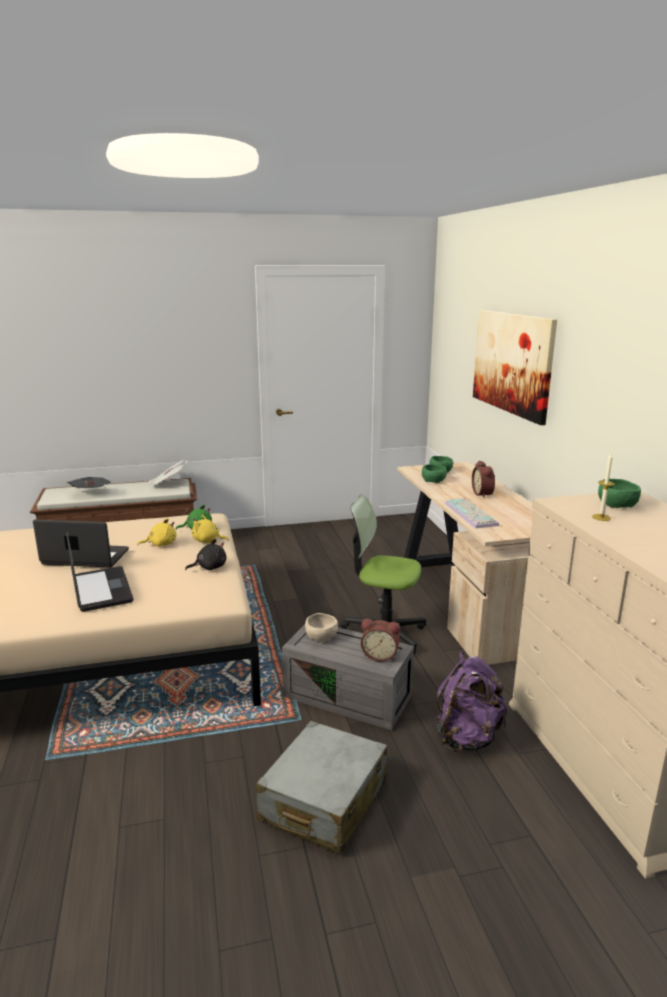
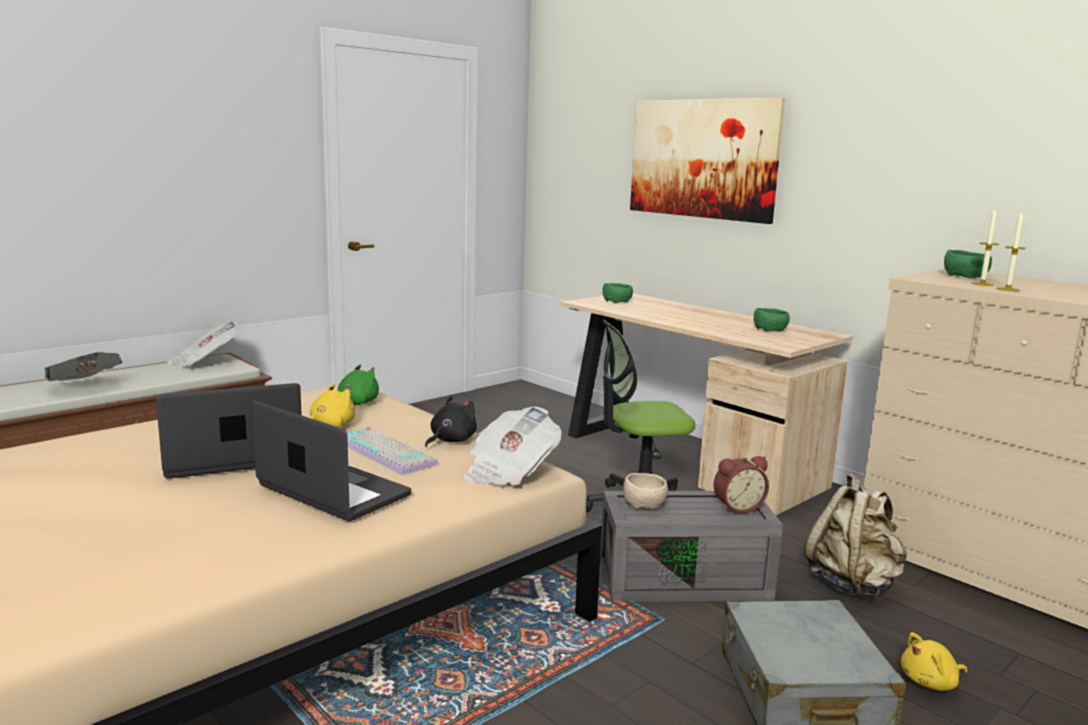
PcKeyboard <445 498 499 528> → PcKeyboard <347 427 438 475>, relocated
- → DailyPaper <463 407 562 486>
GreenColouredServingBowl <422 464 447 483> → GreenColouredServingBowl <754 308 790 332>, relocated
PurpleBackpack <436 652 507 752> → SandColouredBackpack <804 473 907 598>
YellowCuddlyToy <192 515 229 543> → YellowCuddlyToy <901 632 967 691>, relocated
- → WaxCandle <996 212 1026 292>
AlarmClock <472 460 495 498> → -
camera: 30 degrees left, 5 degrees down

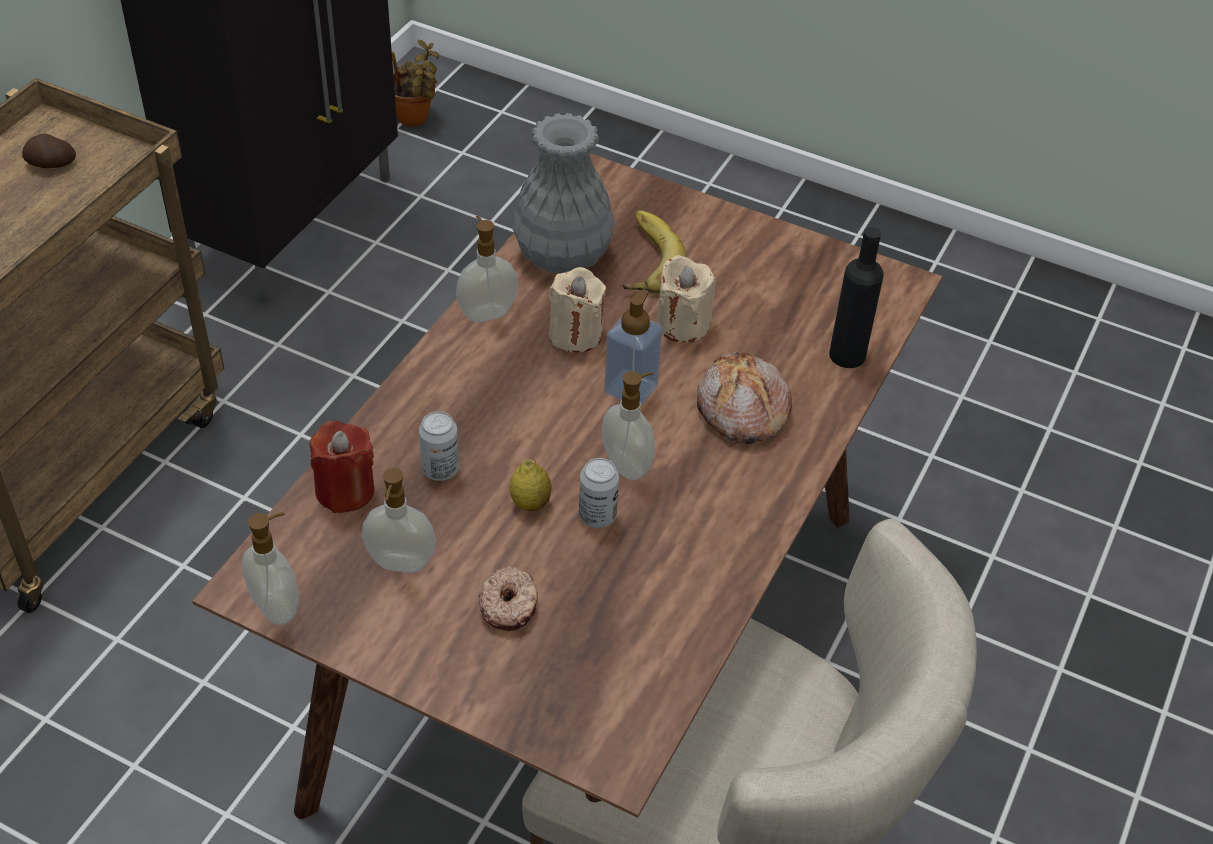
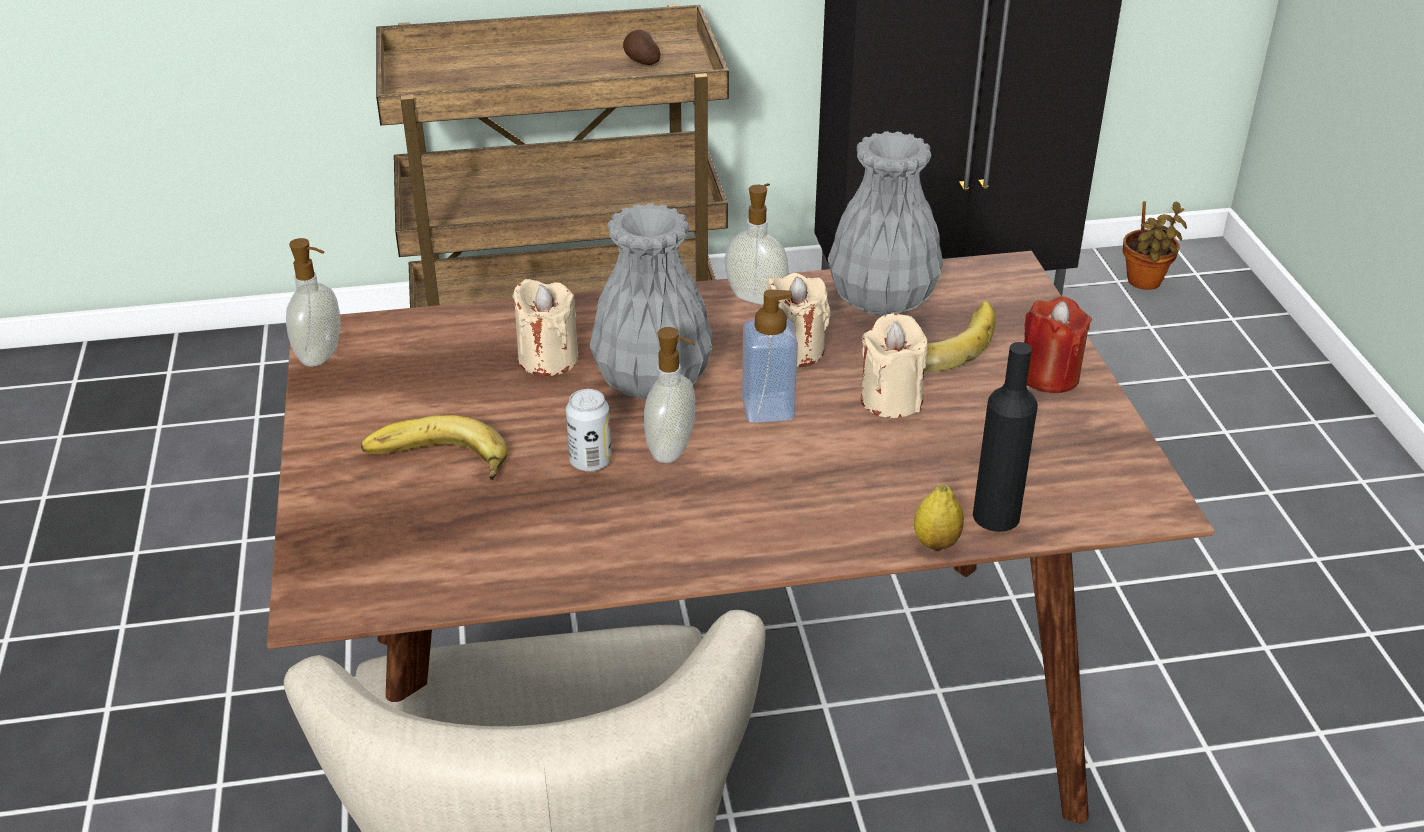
Doughnut <478 566 538 631> → WholeBanana <361 415 507 481>
SealedCan <419 411 459 481> → SandColouredWaxCandle <512 279 578 376>
- → GreyishFlowerVase <590 203 713 399>
CitrusFruit <510 459 551 511> → CitrusFruit <914 485 964 551>, relocated
RedColouredWaxCandle <310 421 375 513> → RedColouredWaxCandle <1024 296 1092 393>, relocated
SoapDispenser <362 468 436 573> → -
BakeryBread <697 352 792 444> → -
camera: 55 degrees right, 10 degrees down

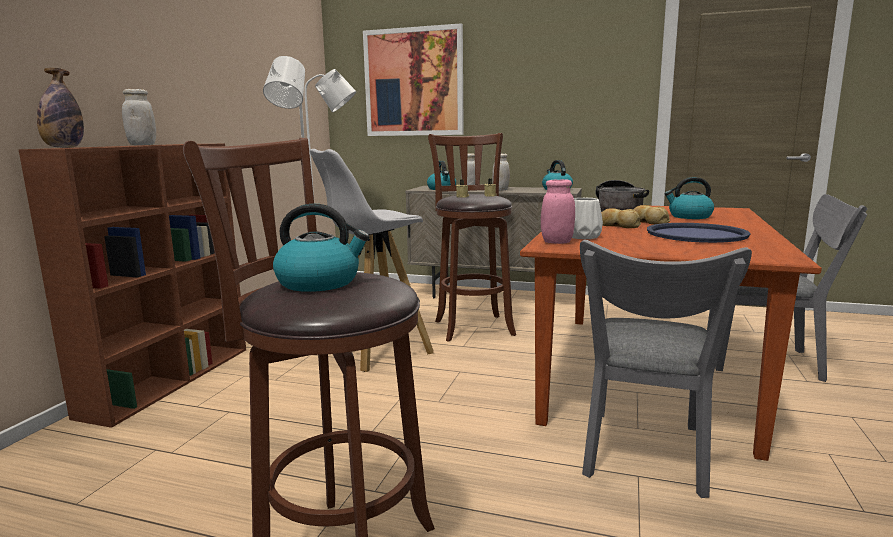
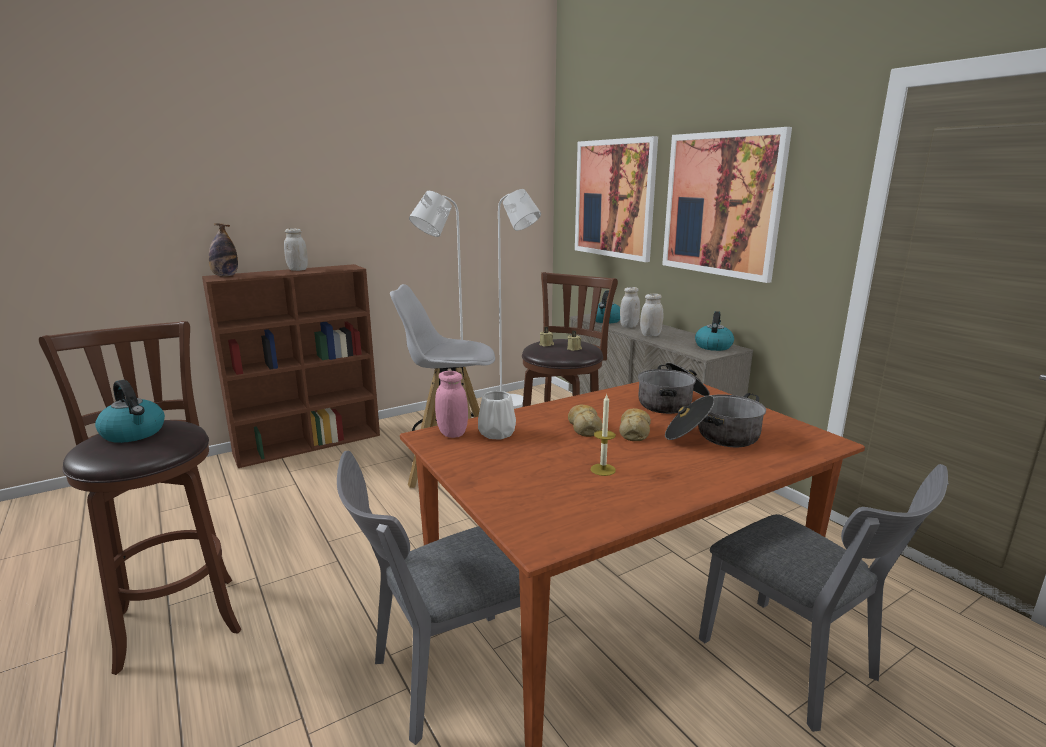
BlueColouredServingTray <647 223 751 243> → WaxCandle <591 395 616 476>
- → WallArt <662 127 792 283>
WaterKettle <664 177 714 219> → Saucepot <665 393 766 447>
camera: 40 degrees right, 5 degrees up

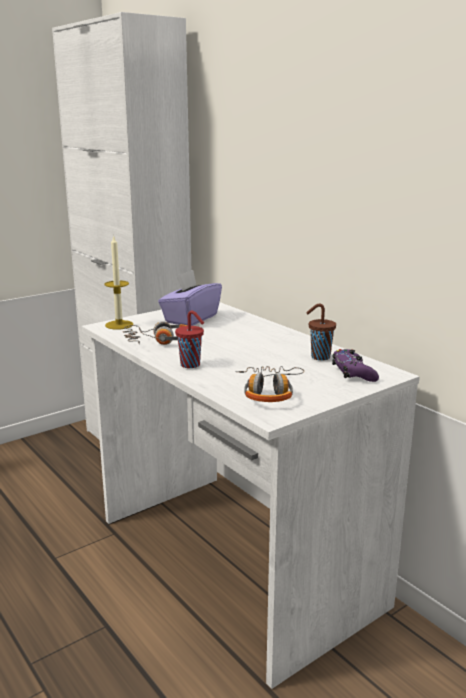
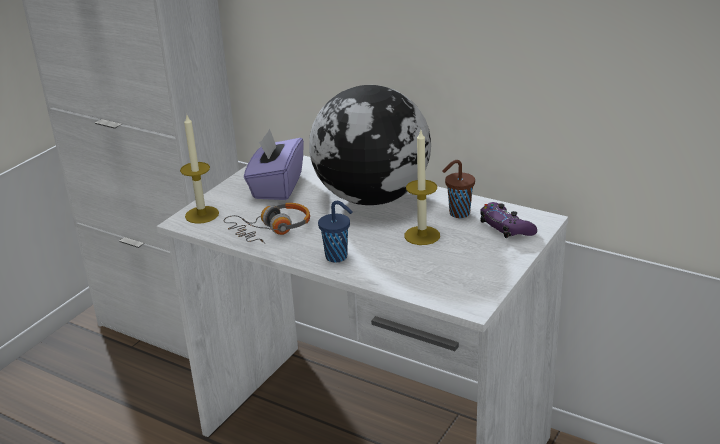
- → DeskGlobe <309 85 431 205>
RedColouredDrinkingCup <175 311 204 368> → BlueColouredDrinkingCup <318 201 353 263>
- → WaxCandle <405 131 440 245>
Headphones <235 366 304 402> → -
camera: 20 degrees left, 10 degrees up

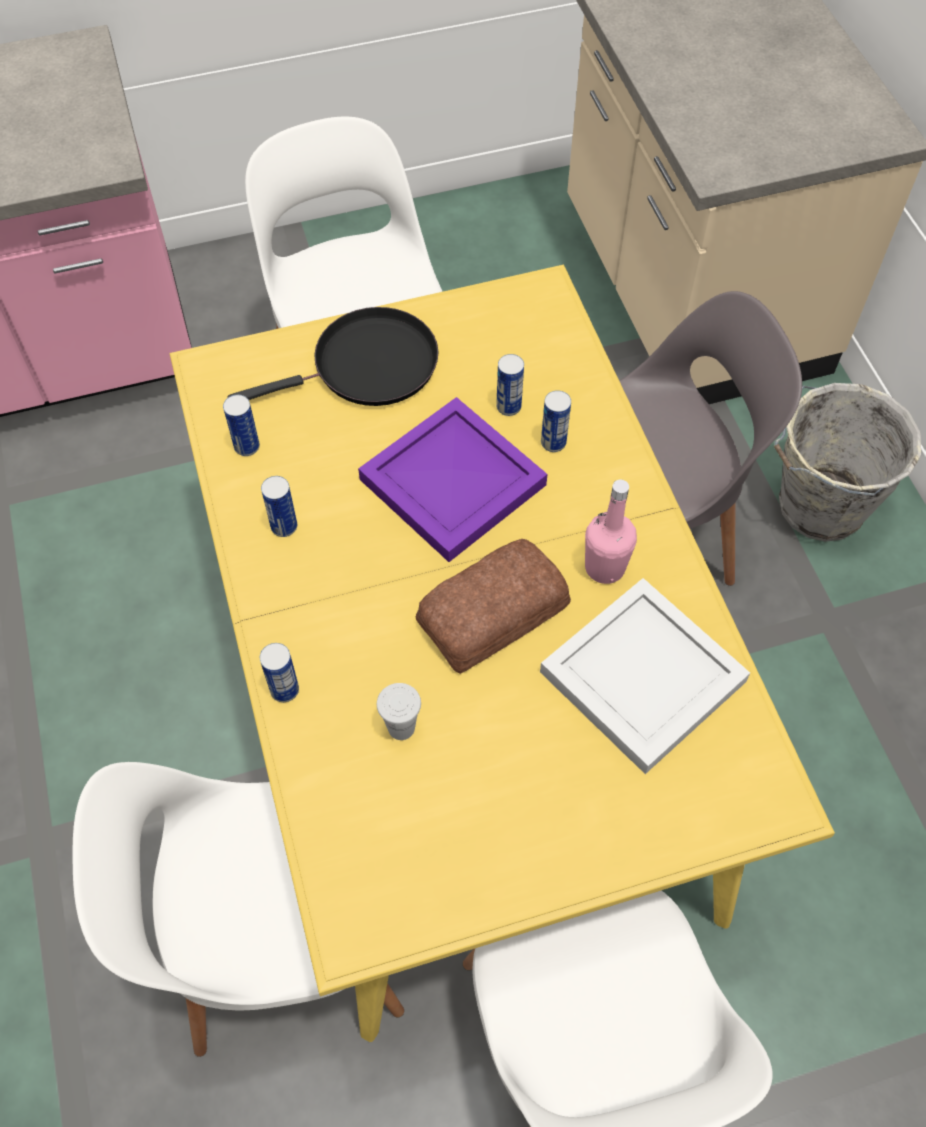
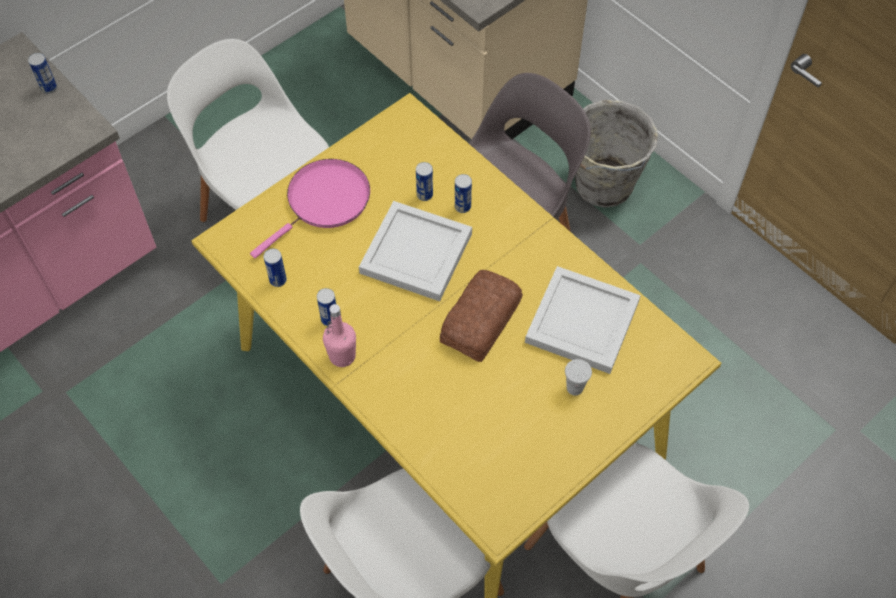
SealedCan <260 643 299 702> → SealedCan <28 53 57 94>, relocated
BlackFryingPan <228 307 438 406> → PinkColouredFryingPan <250 159 370 258>
PinkColouredDrinkBottle <585 480 637 584> → PinkColouredDrinkBottle <323 304 356 367>, relocated
PurpleServingTray <358 397 547 562> → WhiteServingTray <359 201 472 301>
WhiteDrinkingCup <377 683 421 740> → WhiteDrinkingCup <565 359 592 396>, relocated
camera: 25 degrees left, 0 degrees up

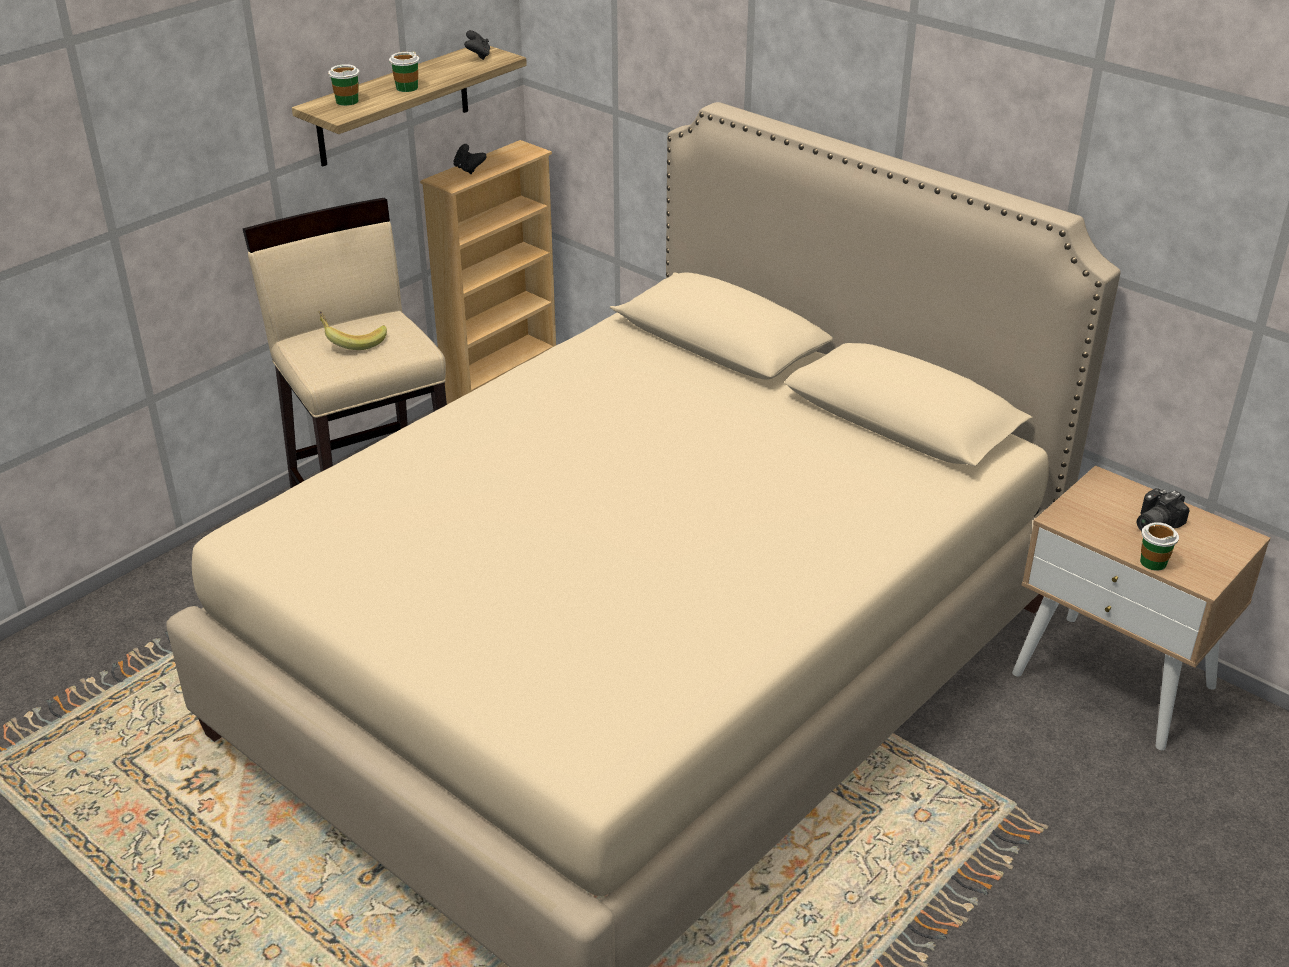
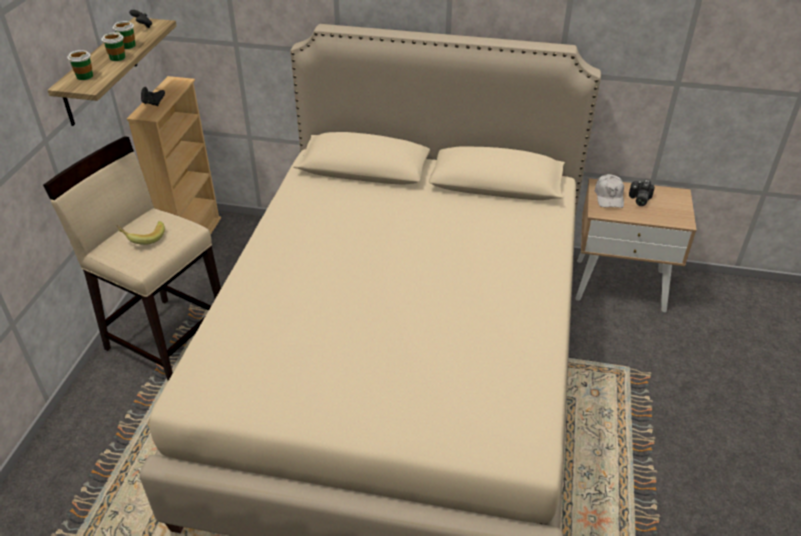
DrinkingCup <1140 522 1179 571> → DrinkingCup <113 21 136 49>, relocated
- → WhitePeakedCap <595 174 624 208>
camera: 30 degrees left, 5 degrees up

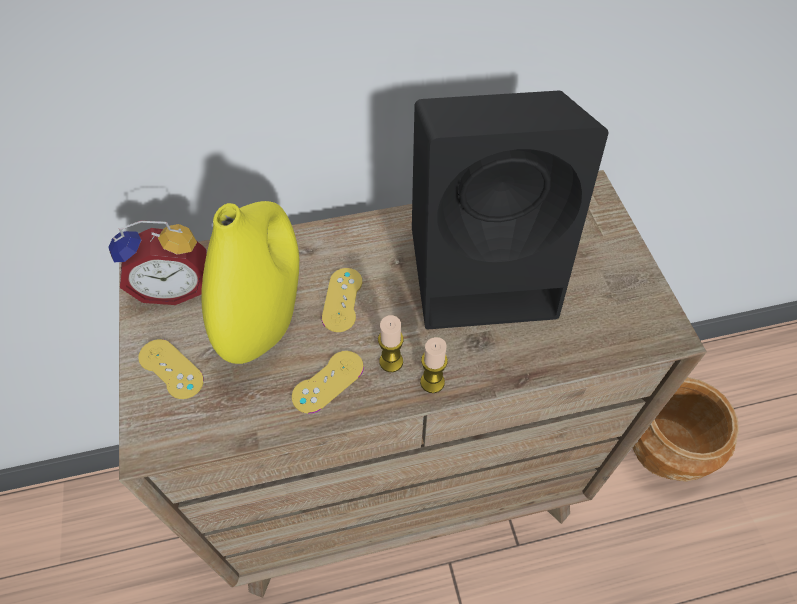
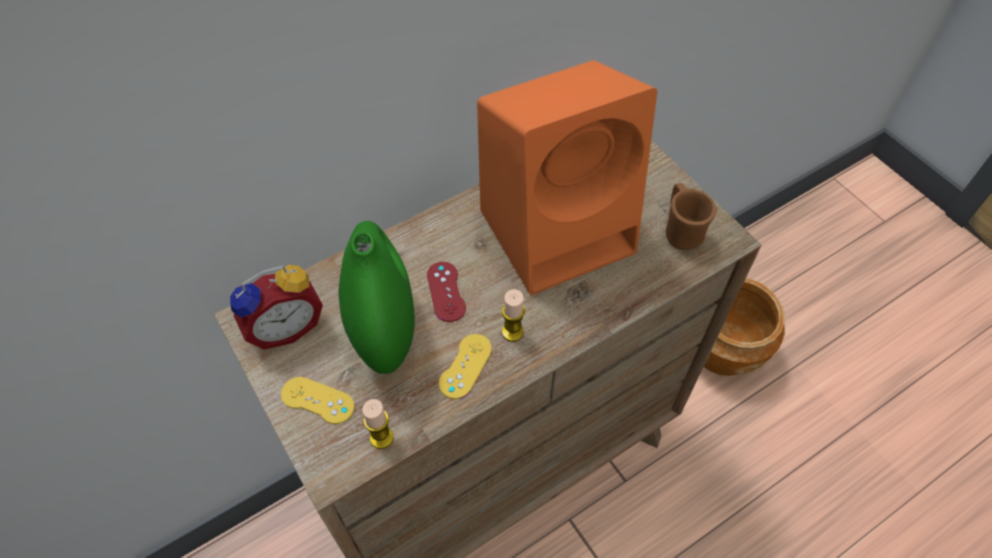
YellowFlowerVase <201 201 299 364> → GreenColouredFlowerVase <339 221 415 374>
WaxCandle <420 337 448 393> → WaxCandle <362 399 394 449>, relocated
YellowGamepad <322 268 362 332> → RedColouredGamepad <427 262 466 322>
BlackLoudspeaker <412 91 608 329> → OrangeyLoudspeaker <477 60 657 295>
- → BrownColouredTeaMug <666 183 717 250>
camera: 20 degrees left, 0 degrees up

